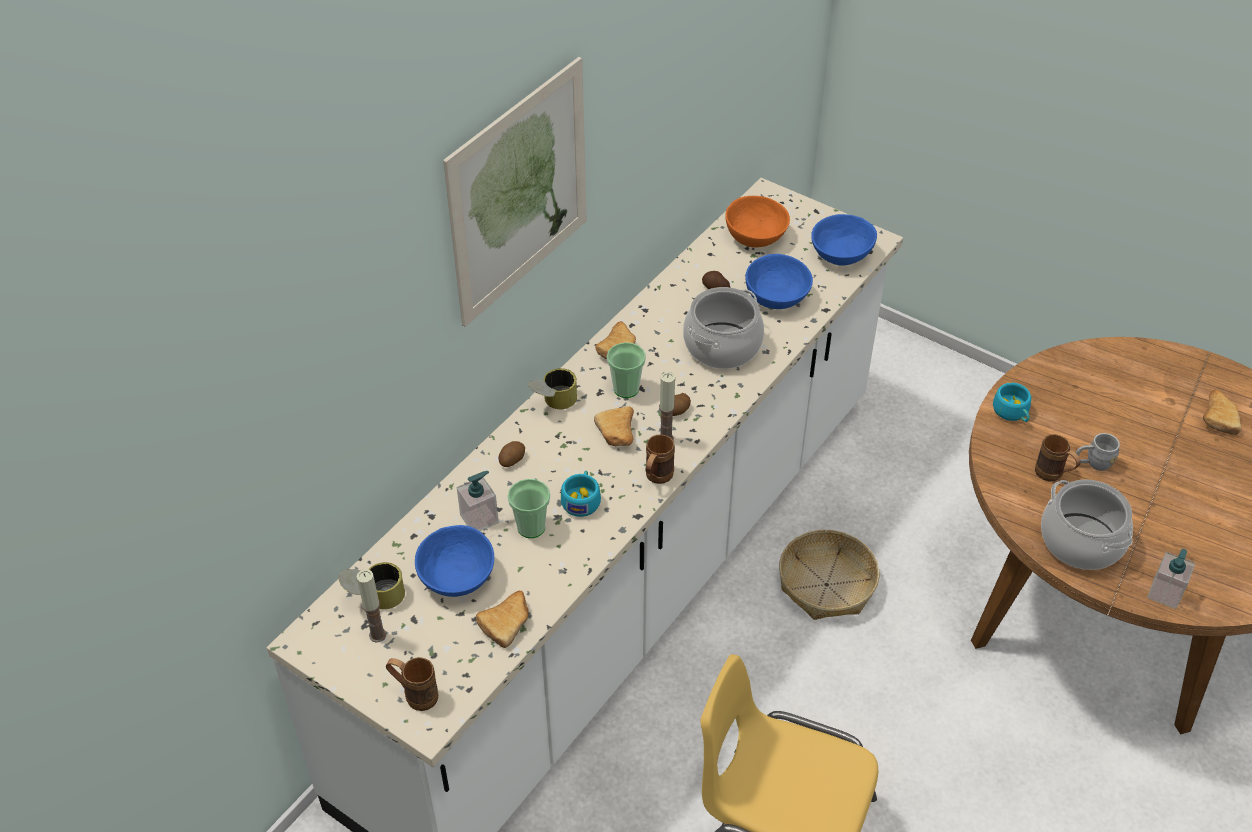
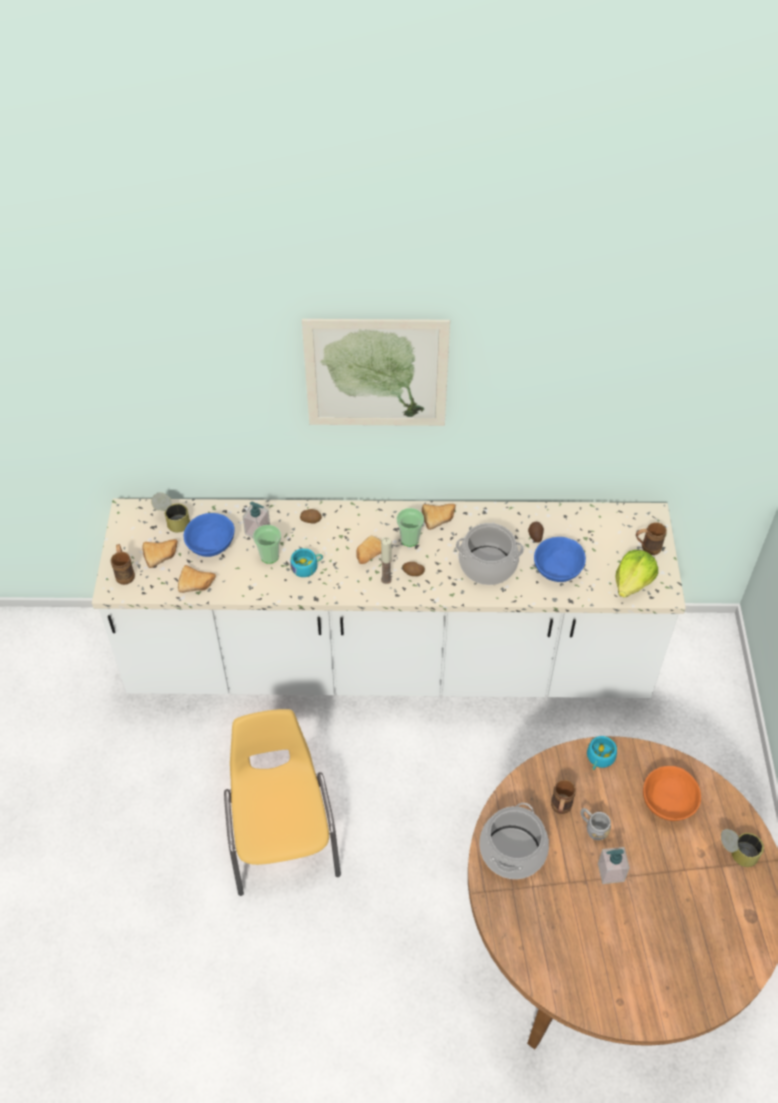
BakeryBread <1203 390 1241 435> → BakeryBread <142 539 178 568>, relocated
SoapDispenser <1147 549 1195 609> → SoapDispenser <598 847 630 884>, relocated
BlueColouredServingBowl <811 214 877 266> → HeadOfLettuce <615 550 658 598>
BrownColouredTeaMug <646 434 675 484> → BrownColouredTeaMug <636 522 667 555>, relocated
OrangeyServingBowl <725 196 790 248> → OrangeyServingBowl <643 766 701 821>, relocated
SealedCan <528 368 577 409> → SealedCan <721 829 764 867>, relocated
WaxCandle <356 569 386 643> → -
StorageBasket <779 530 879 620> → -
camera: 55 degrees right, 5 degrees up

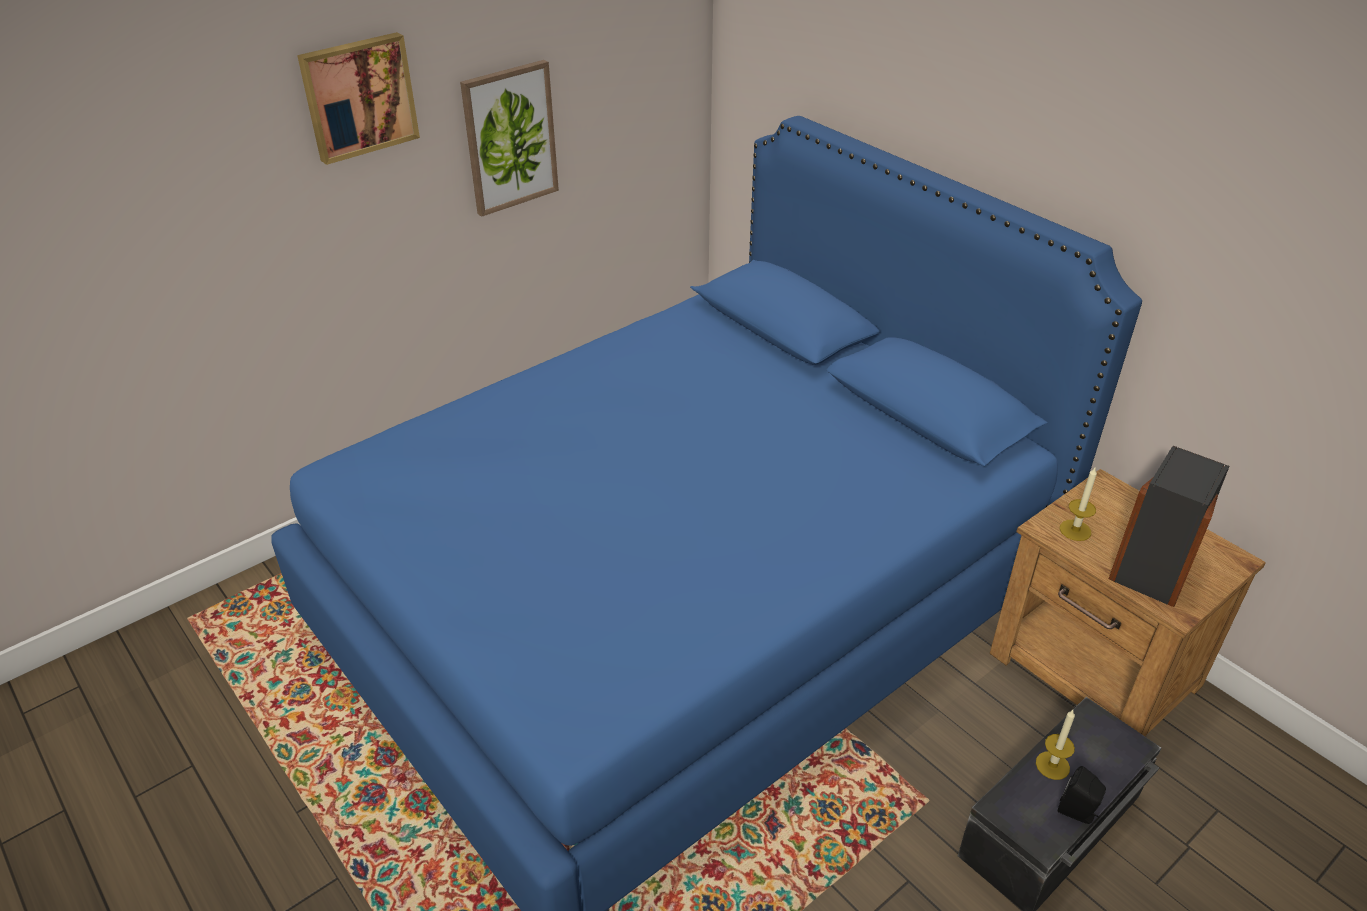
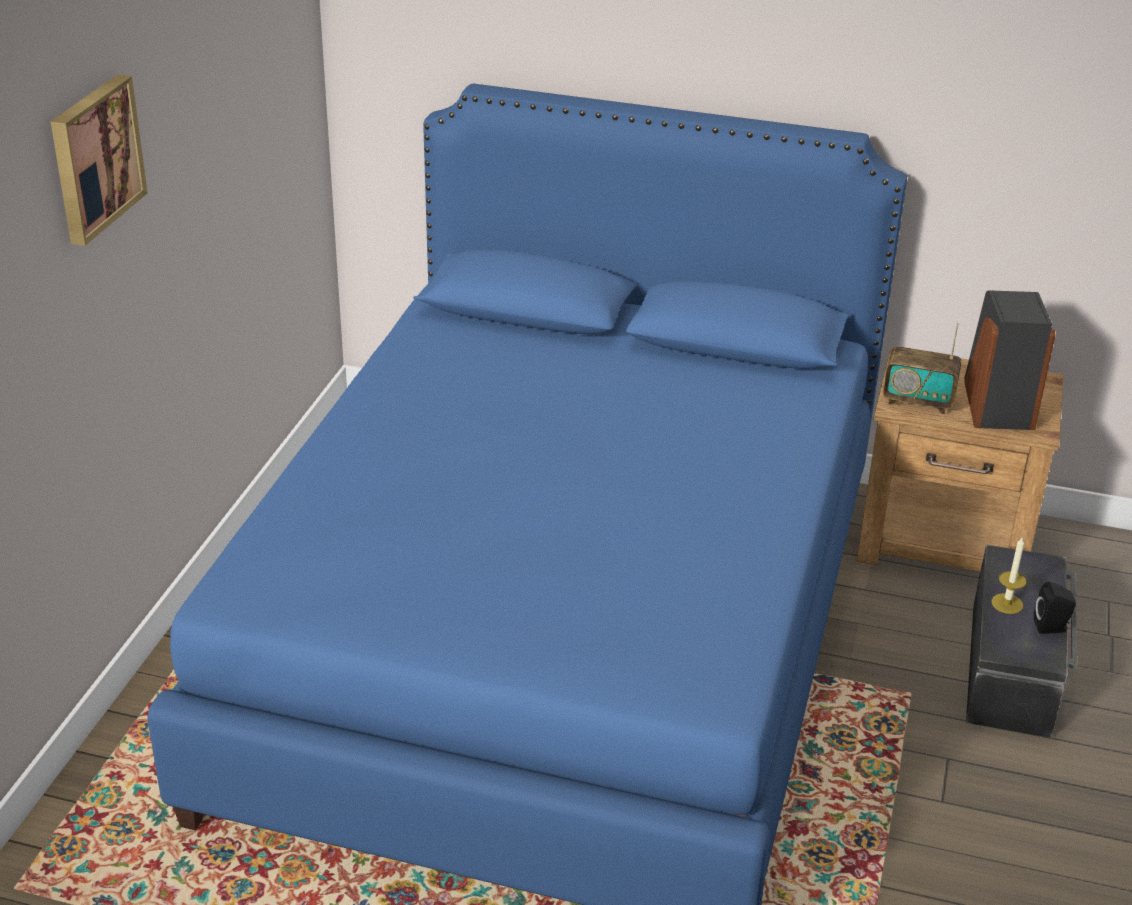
WaxCandle <1060 468 1097 541> → Radio <883 322 961 414>
WallArt <460 60 559 217> → -
camera: 35 degrees left, 5 degrees down

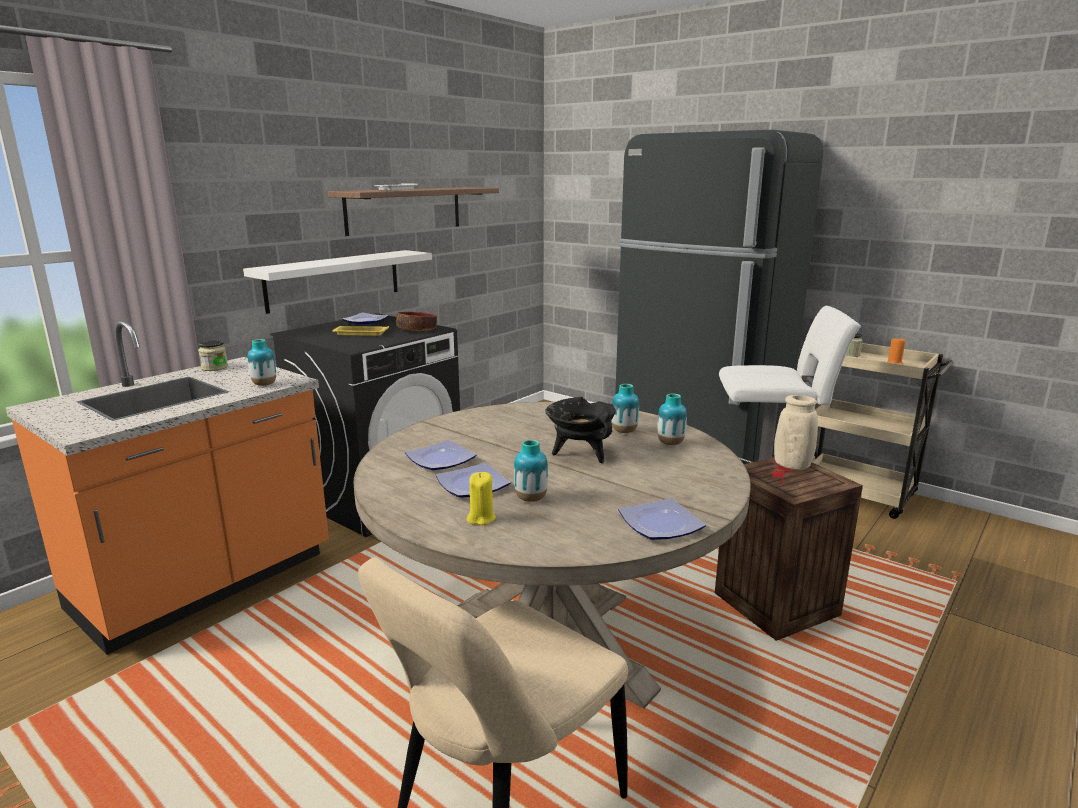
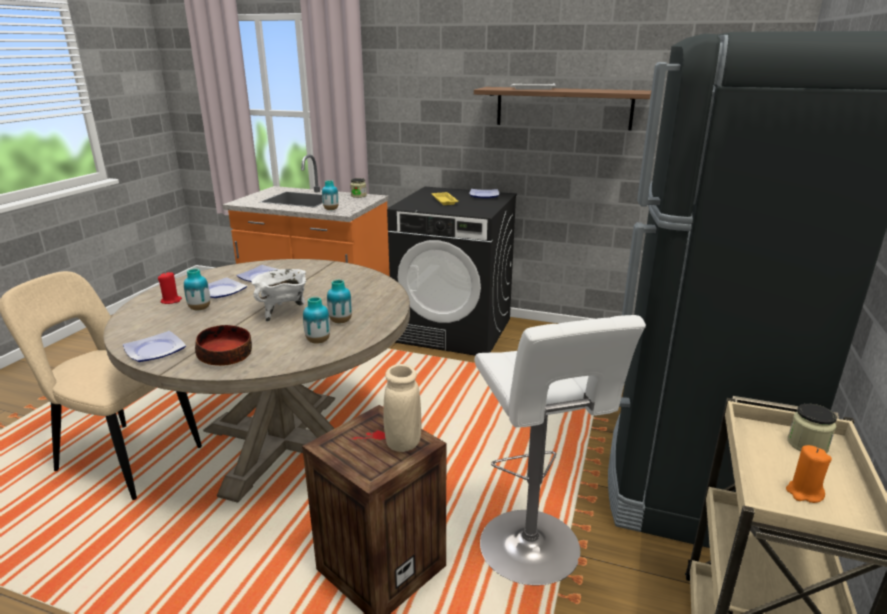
YellowWaxCandle <467 472 496 525> → RedColouredWaxCandle <158 272 182 304>
ServingBowl <396 312 437 331> → ServingBowl <195 325 252 366>, relocated
BlackSaucepot <545 397 616 463> → WhiteSaucepot <251 269 306 322>
WhiteShelf <243 250 432 314> → -
camera: 70 degrees right, 5 degrees up

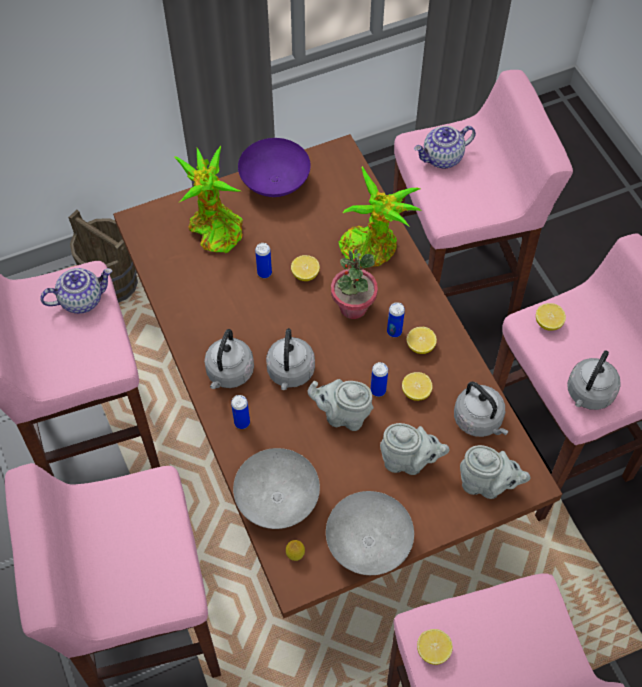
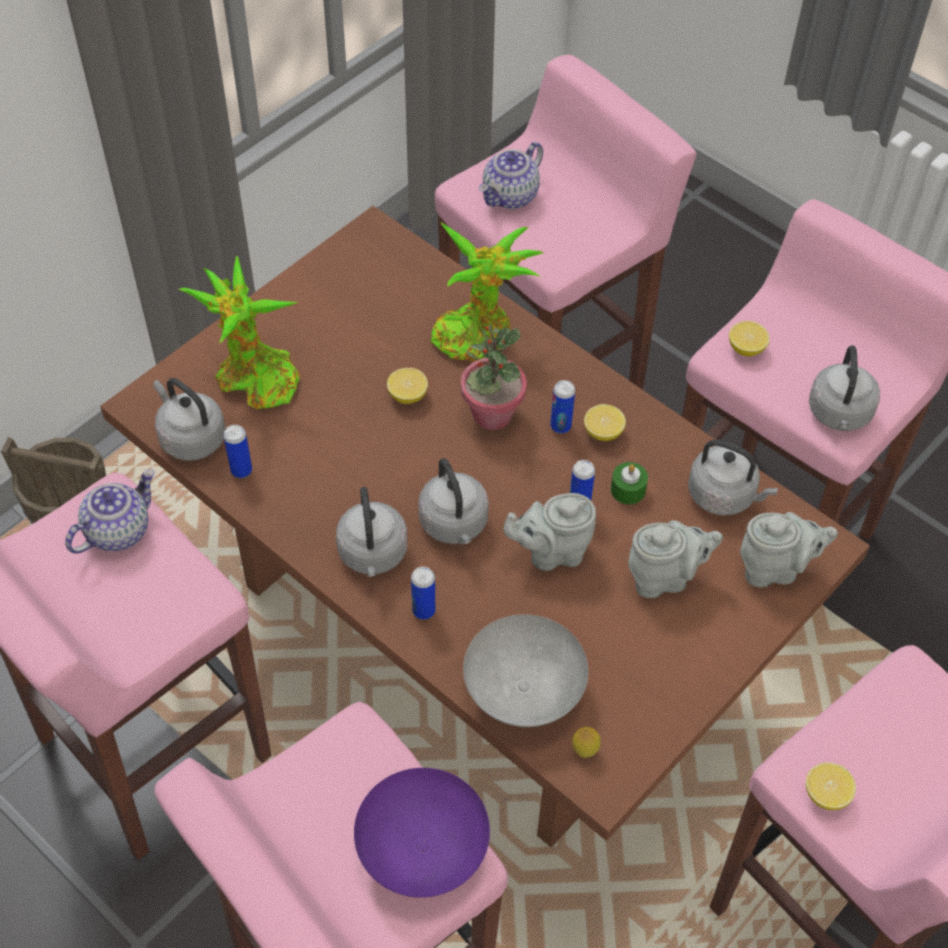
- → GreyishWaterKettle <153 378 225 461>
SealedCan <255 243 272 278> → SealedCan <223 424 252 478>, relocated
PurpleServingBowl <238 138 311 197> → PurpleServingBowl <354 768 490 898>, relocated
CitrusFruit <402 372 433 401> → GreenColouredWaxCandle <611 462 648 504>
GreyishServingBowl <326 491 414 575> → -
camera: 25 degrees left, 5 degrees down

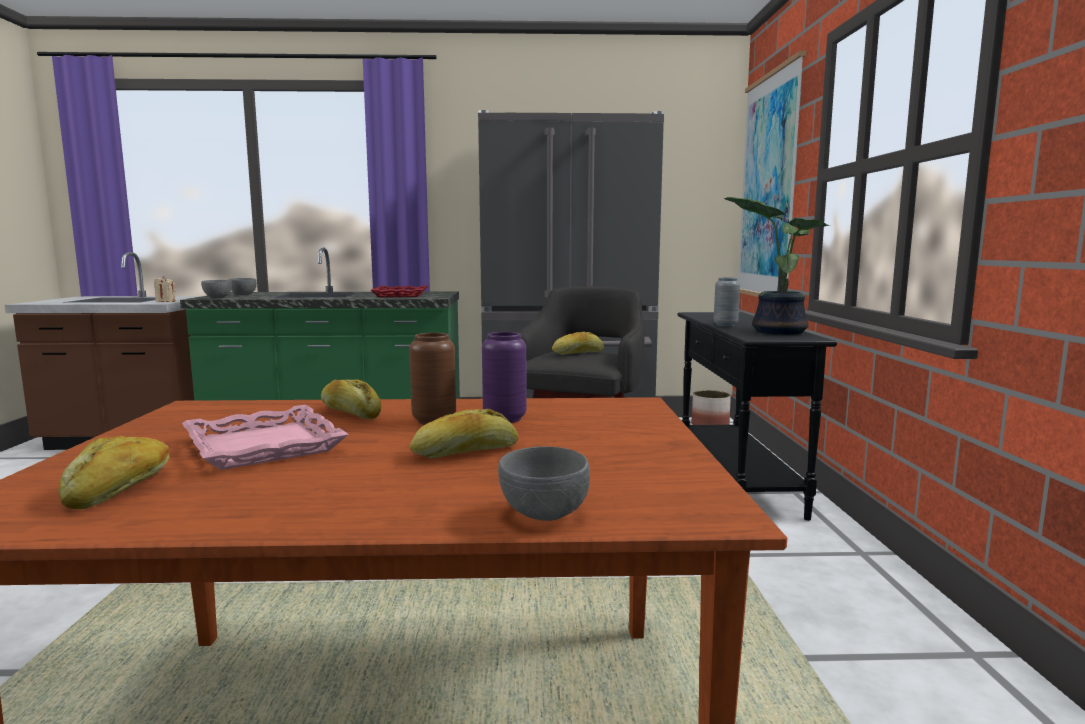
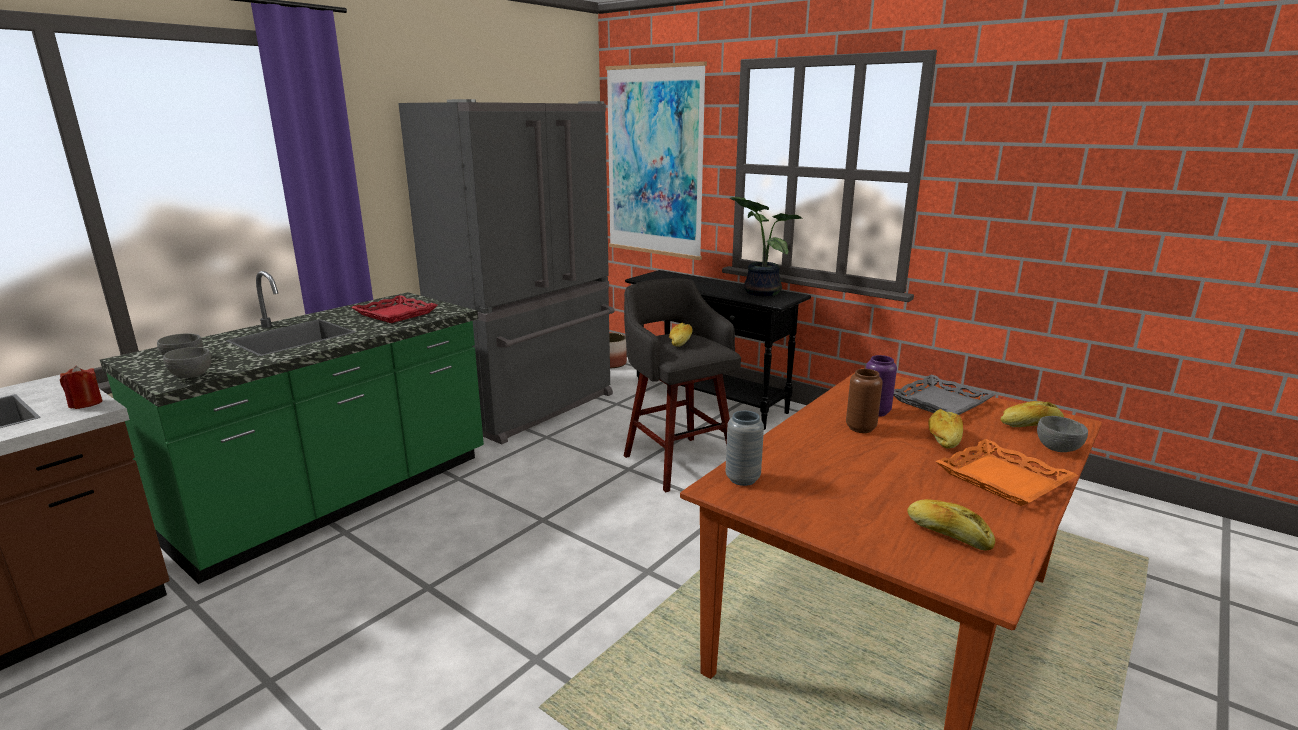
SandColouredWaxCandle <154 276 176 302> → RedColouredWaxCandle <60 365 103 409>
GreyishFlowerVase <714 278 740 326> → GreyishFlowerVase <726 411 764 486>, relocated
- → GreyishServingTray <893 374 996 415>
- → OrangeyServingTray <935 439 1078 506>
BakeryBread <321 379 381 419> → BakeryBread <1001 401 1064 427>, relocated
PinkColouredServingTray <182 405 349 470> → -
camera: 50 degrees left, 10 degrees up

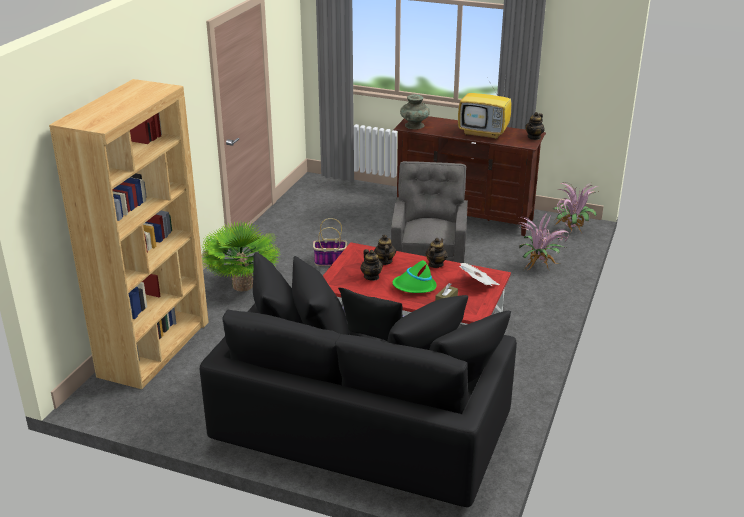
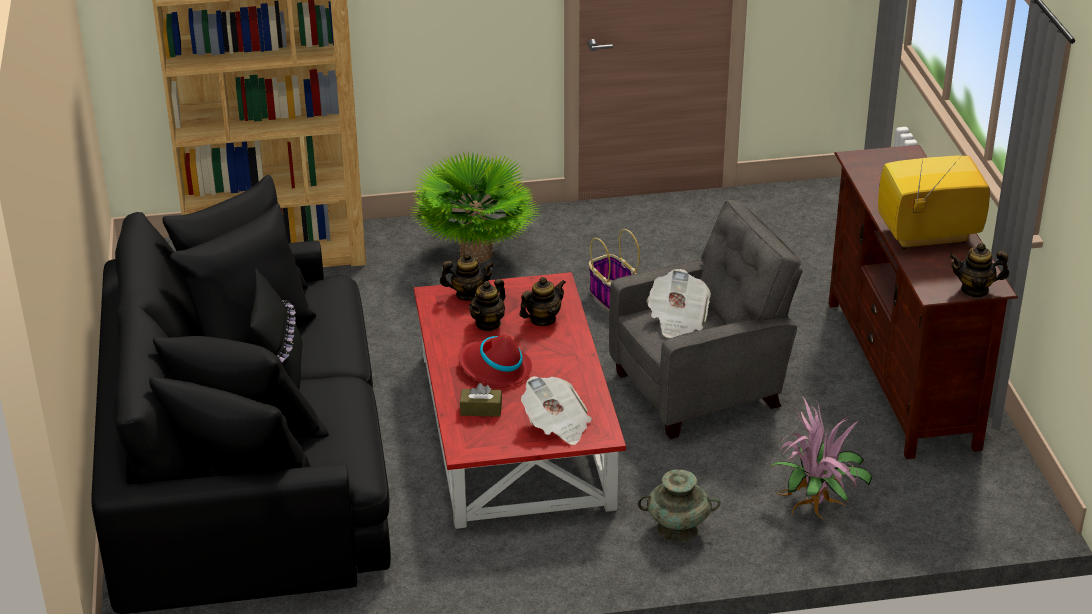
Teapot <426 238 448 268> → Teapot <440 252 495 301>, relocated
GreenColouredClothingHat <392 260 437 293> → RedColouredClothingHat <459 334 532 388>
TurquoiseColouredFlowerVase <400 94 430 129> → TurquoiseColouredFlowerVase <638 470 721 542>, relocated
- → DailyPaper <647 269 711 338>
Television <458 72 512 139> → Television <878 151 990 249>, 90 degrees clockwise
PlantInAPot <553 182 599 233> → -
camera: 60 degrees right, 5 degrees up

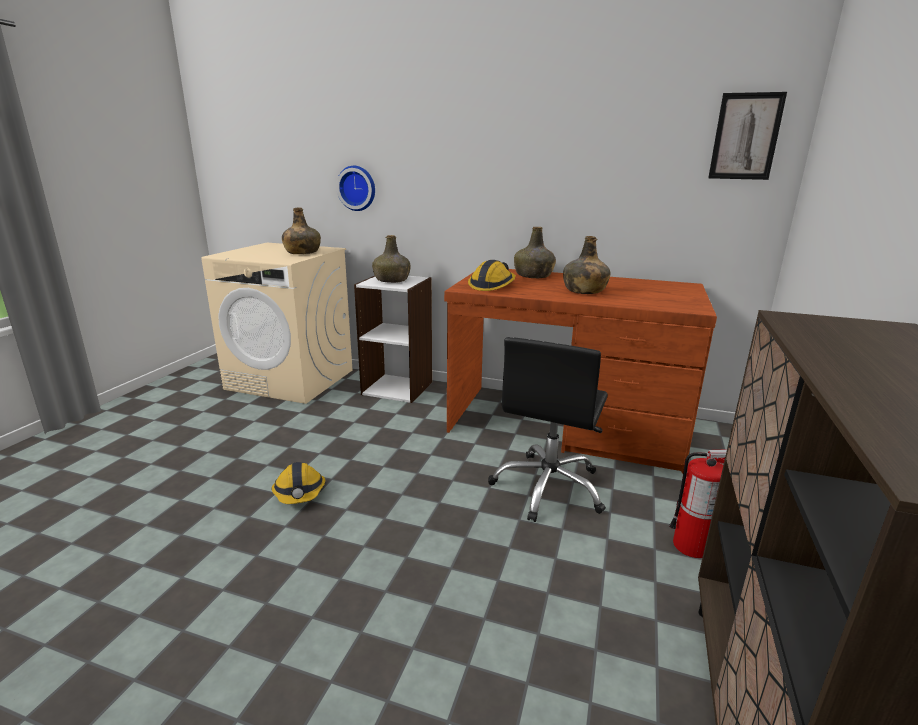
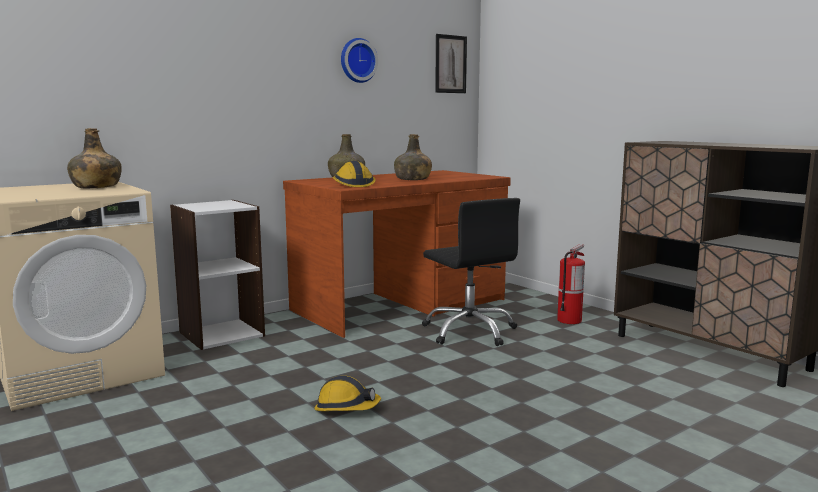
WallClock <336 166 375 211> → WallClock <341 38 378 83>, relocated
GreenColouredDrinkBottle <372 235 411 283> → -
camera: 55 degrees left, 10 degrees down

